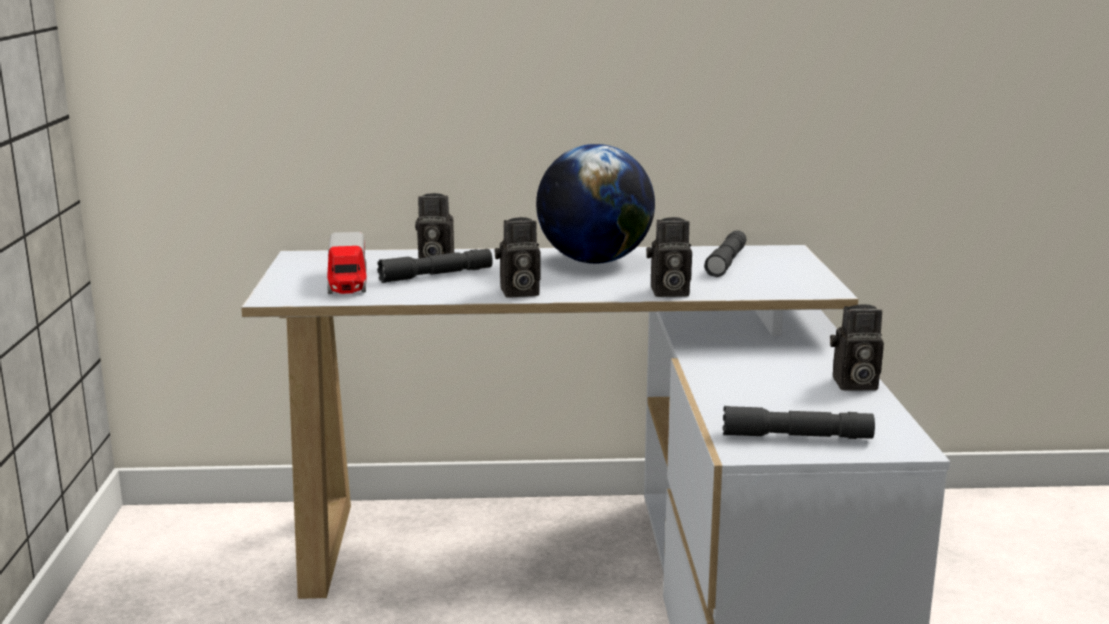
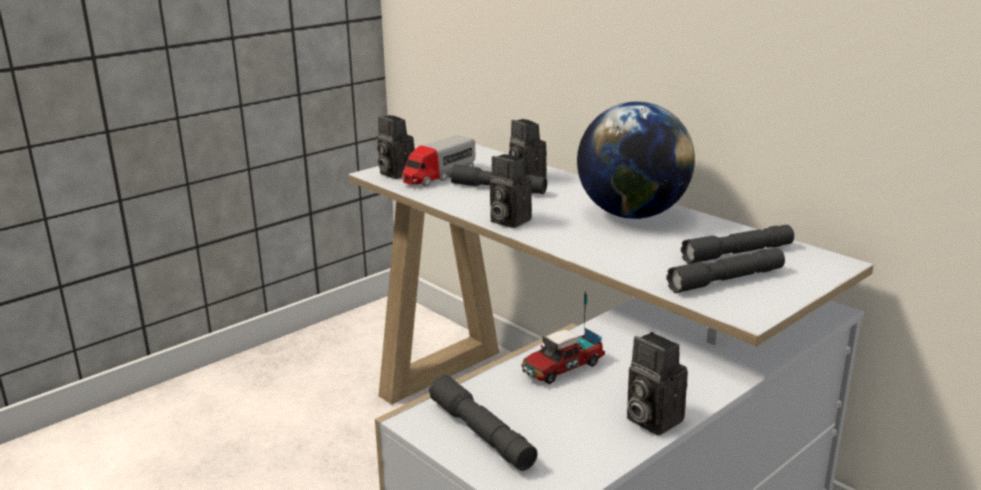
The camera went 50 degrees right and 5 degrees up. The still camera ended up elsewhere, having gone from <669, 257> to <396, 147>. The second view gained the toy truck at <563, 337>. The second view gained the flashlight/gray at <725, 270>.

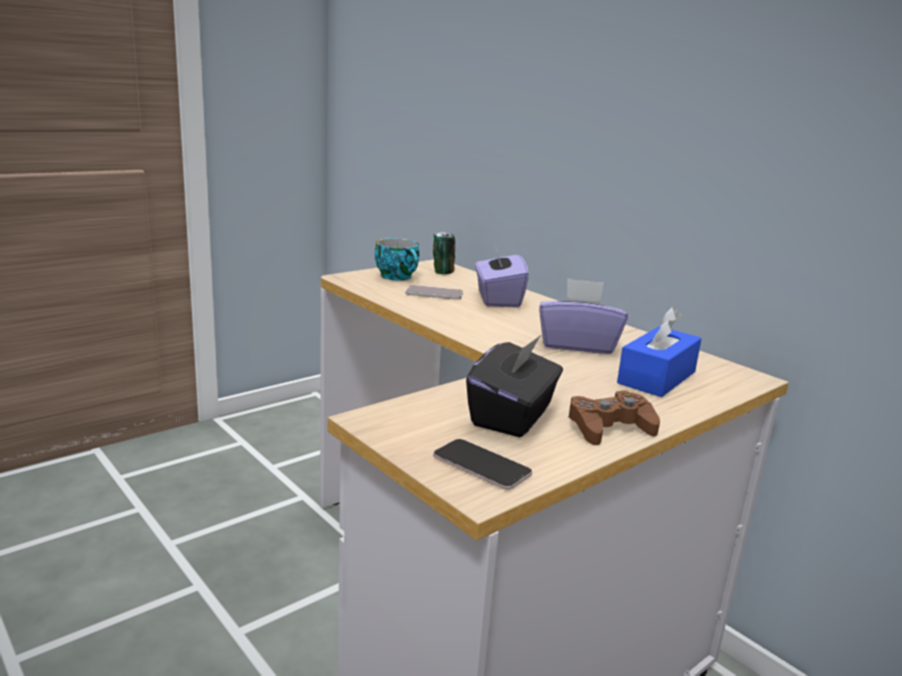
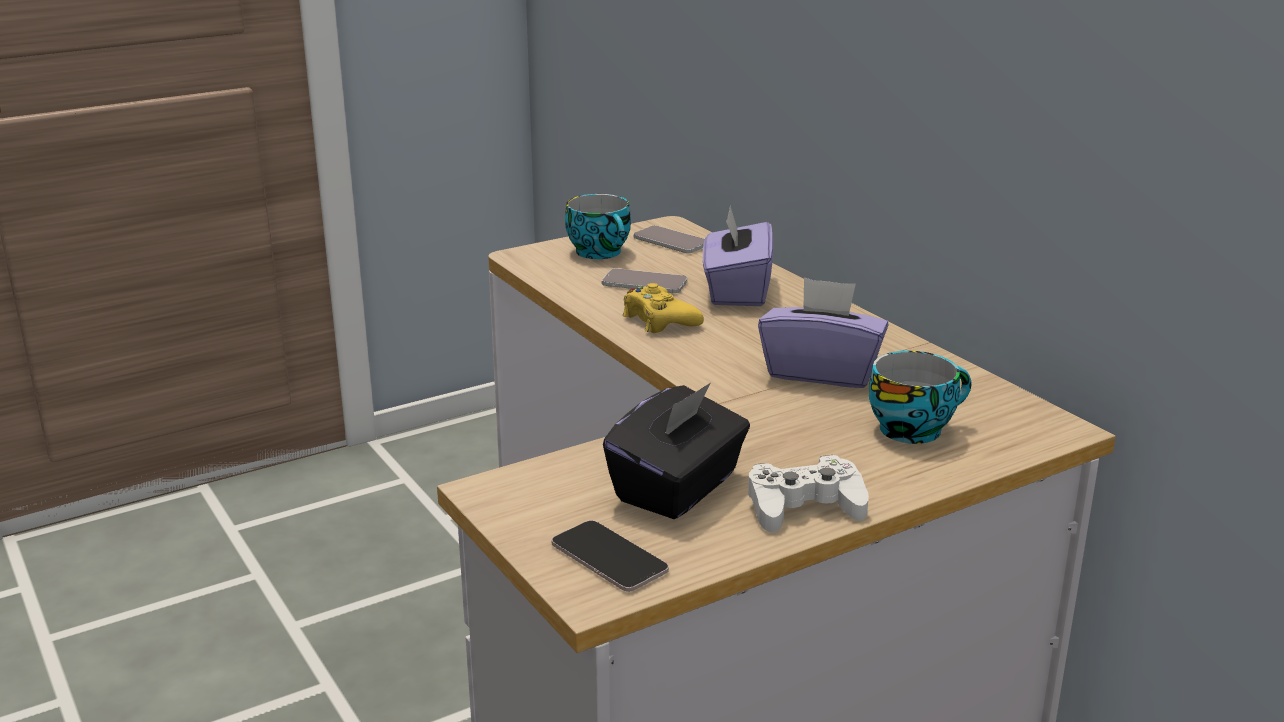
The camera went 10 degrees right and 5 degrees up. The second view gained the game controller/yellow-coloured at <663, 308>. Where the sealed can stood at <444, 253>, the phone came to stand at <669, 239>. What was the game controller/brown at <614, 417> turned into the game controller/white at <808, 493>. Where the tissue holder/blue stood at <659, 352>, the small cup came to stand at <920, 397>.

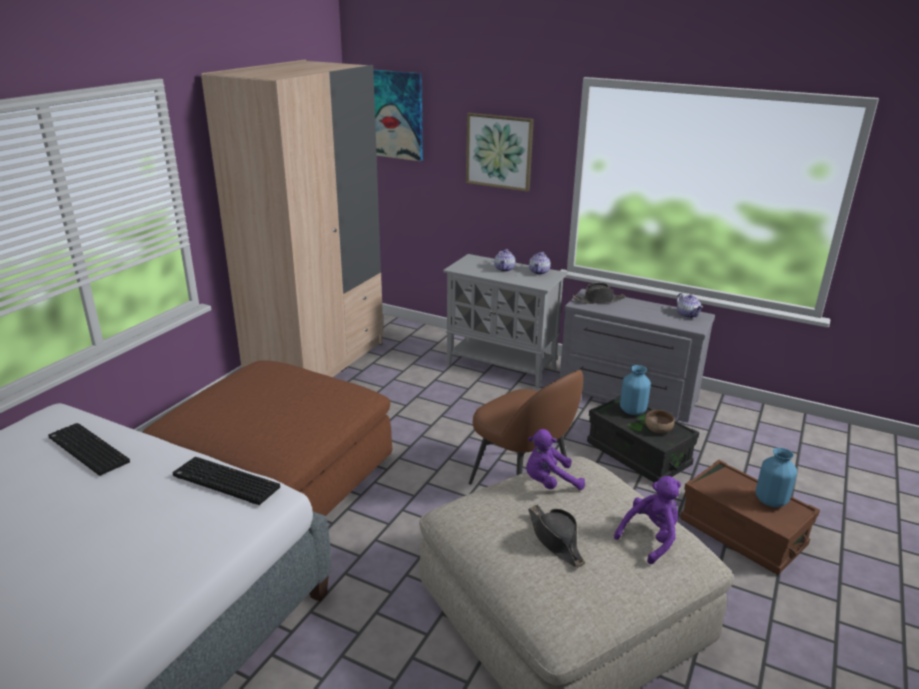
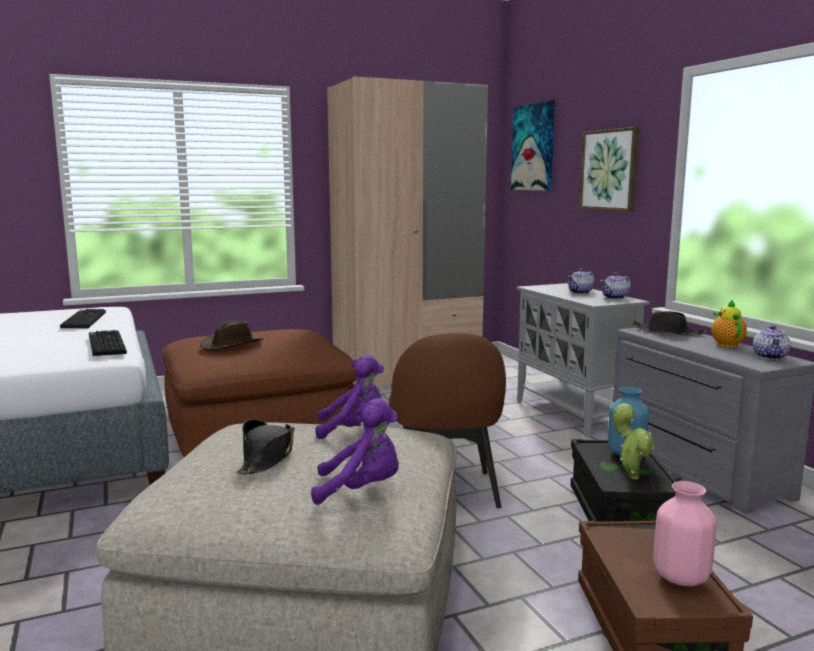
The camera went 40 degrees right and 15 degrees down. The second view gained the hat/brown at <232, 335>. The cuddly toy/purple at <555, 459> ended up facing another way, 150 degrees clockwise from before. Where the deep dish/brown stood at <660, 422>, the potted plant came to stand at <633, 441>. What was the decorative vase/blue at <776, 477> turned into the decorative vase/pink at <685, 533>. The second view gained the teapot at <729, 323>.

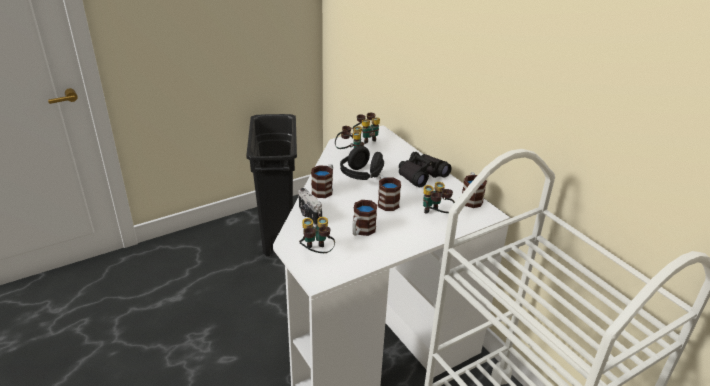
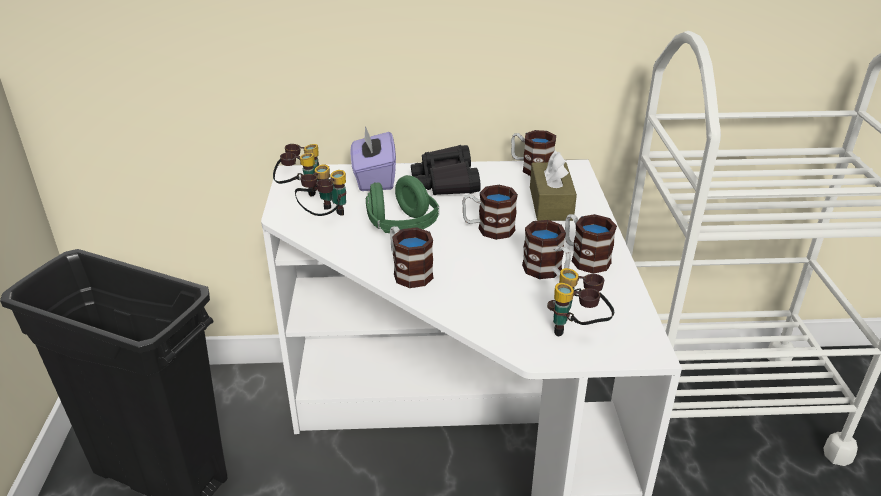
The camera went 60 degrees left and 0 degrees up. The second view gained the tissue holder/purple at <373, 158>. What was the headphones/blackish at <362, 163> turned into the headphones/green-coloured at <403, 204>. Where the binoculars stood at <439, 198>, the tissue holder/brown came to stand at <553, 186>. The second view gained the tea mug at <591, 244>. The second view lost the still camera at <310, 207>.

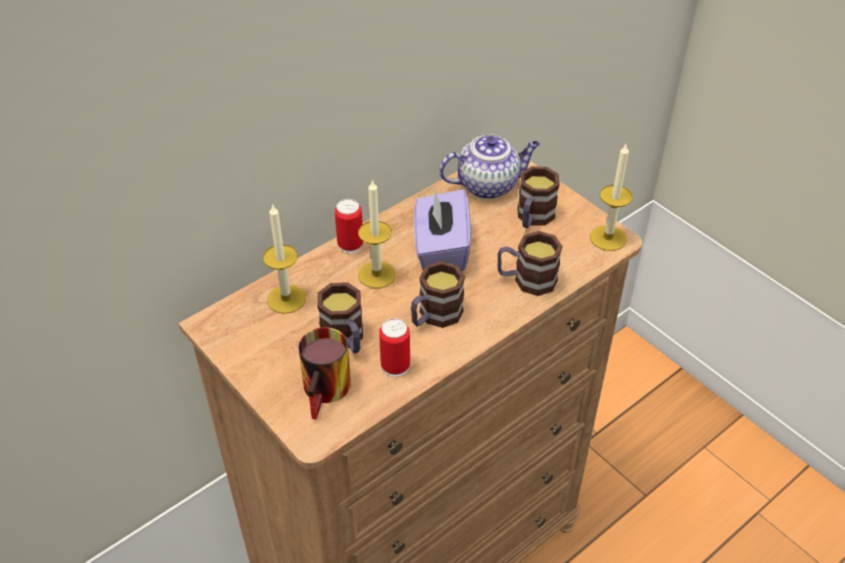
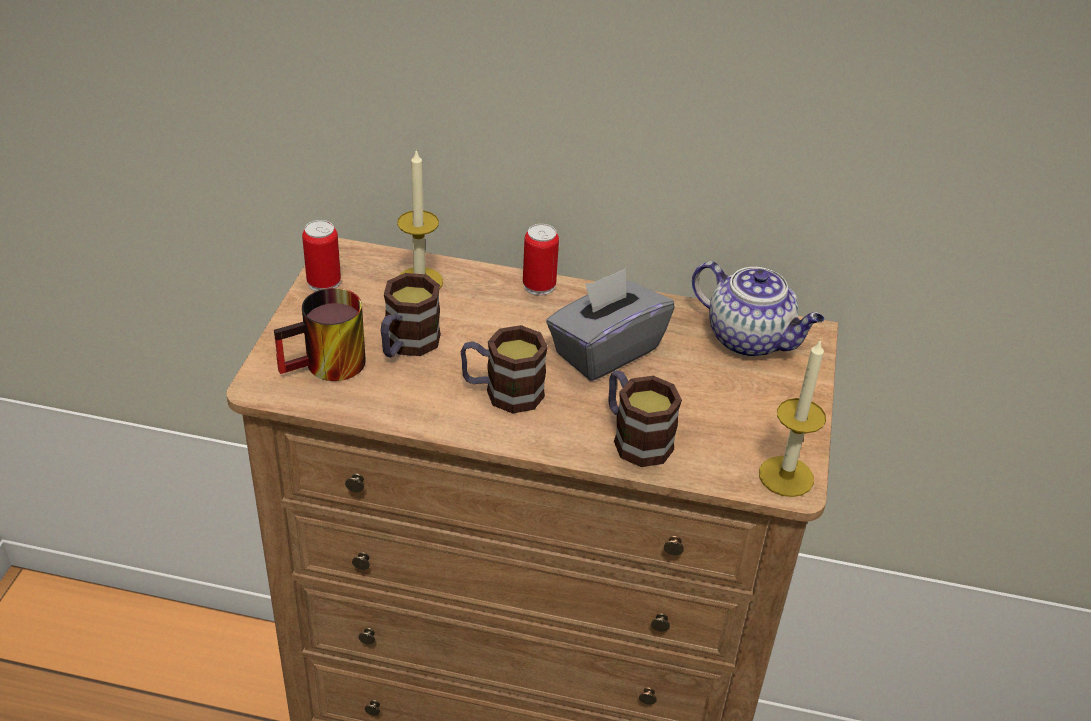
The camera went 50 degrees right and 5 degrees down. The sealed can ended up elsewhere, having gone from <394, 347> to <321, 255>. What was the tissue holder/purple at <442, 230> turned into the tissue holder/gray at <610, 324>. The second view lost the wax candle at <377, 233>. The second view lost the tea mug at <538, 197>.

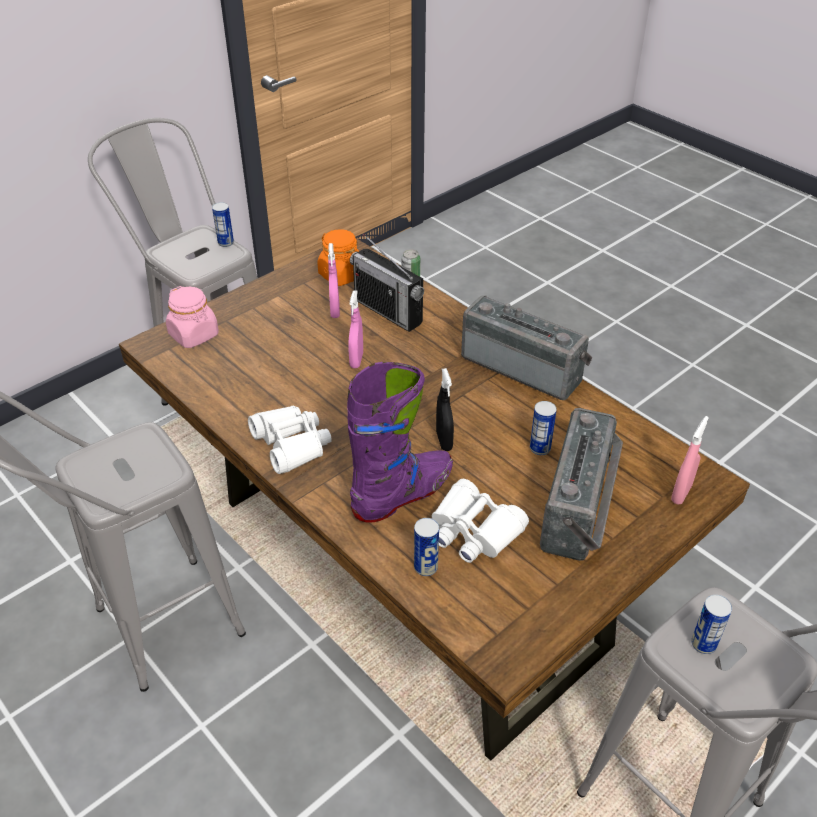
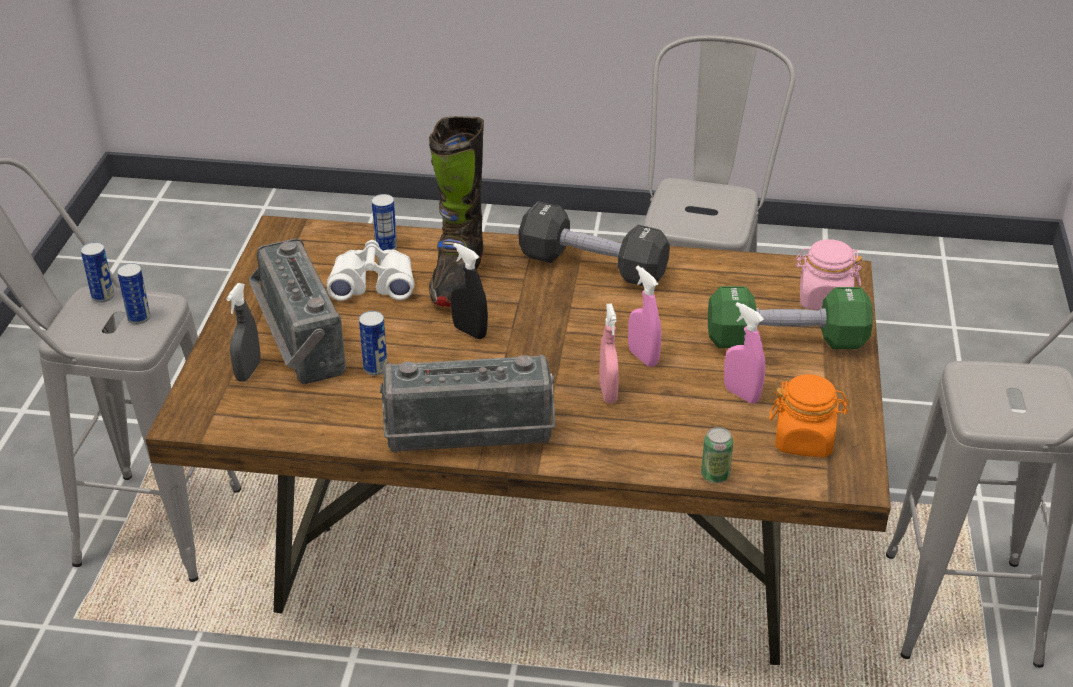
The camera went 140 degrees right and 5 degrees down. The sealed can ended up elsewhere, having gone from <223, 224> to <97, 272>. The second view gained the spray bottle/gray at <243, 332>. What was the tall boot/purple at <400, 442> turned into the tall boot/blackish at <456, 211>. Where the binoculars/white stood at <290, 439>, the dumbbell/blackish came to stand at <594, 243>. The spray bottle/pink ended up elsewhere, having gone from <690, 460> to <609, 353>. The second view gained the dumbbell/green-coloured at <790, 317>. The second view lost the radio at <387, 283>.

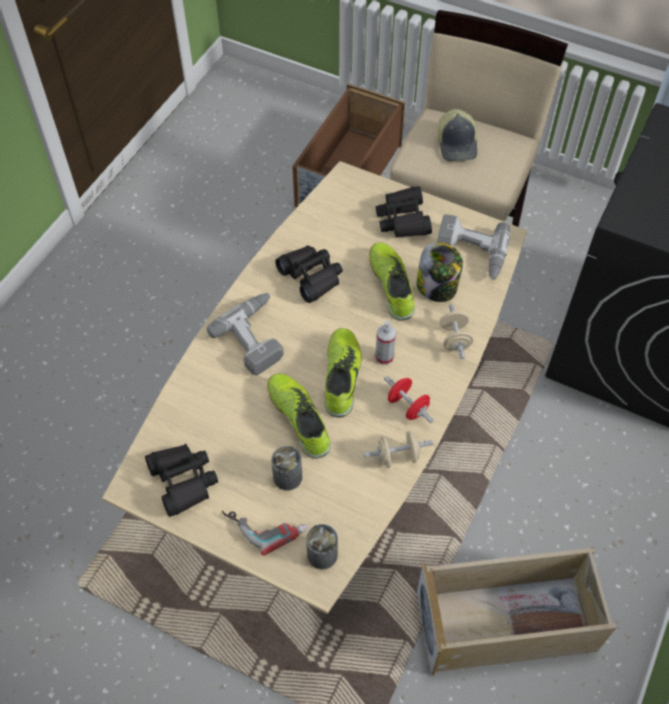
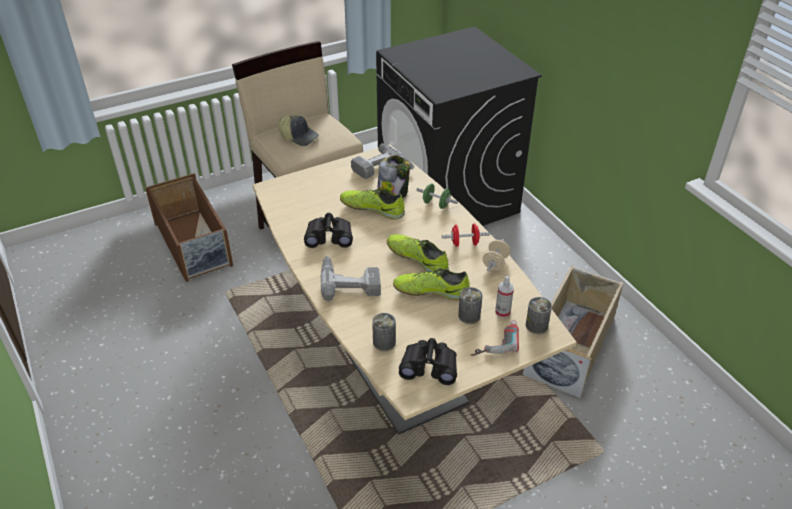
The camera went 55 degrees left and 15 degrees down. The second view gained the sealed can at <384, 332>. What was the dumbbell/beige-coloured at <456, 331> turned into the dumbbell/green-coloured at <437, 196>. The spray bottle ended up elsewhere, having gone from <385, 343> to <504, 297>. The second view lost the binoculars/blackish at <404, 212>.

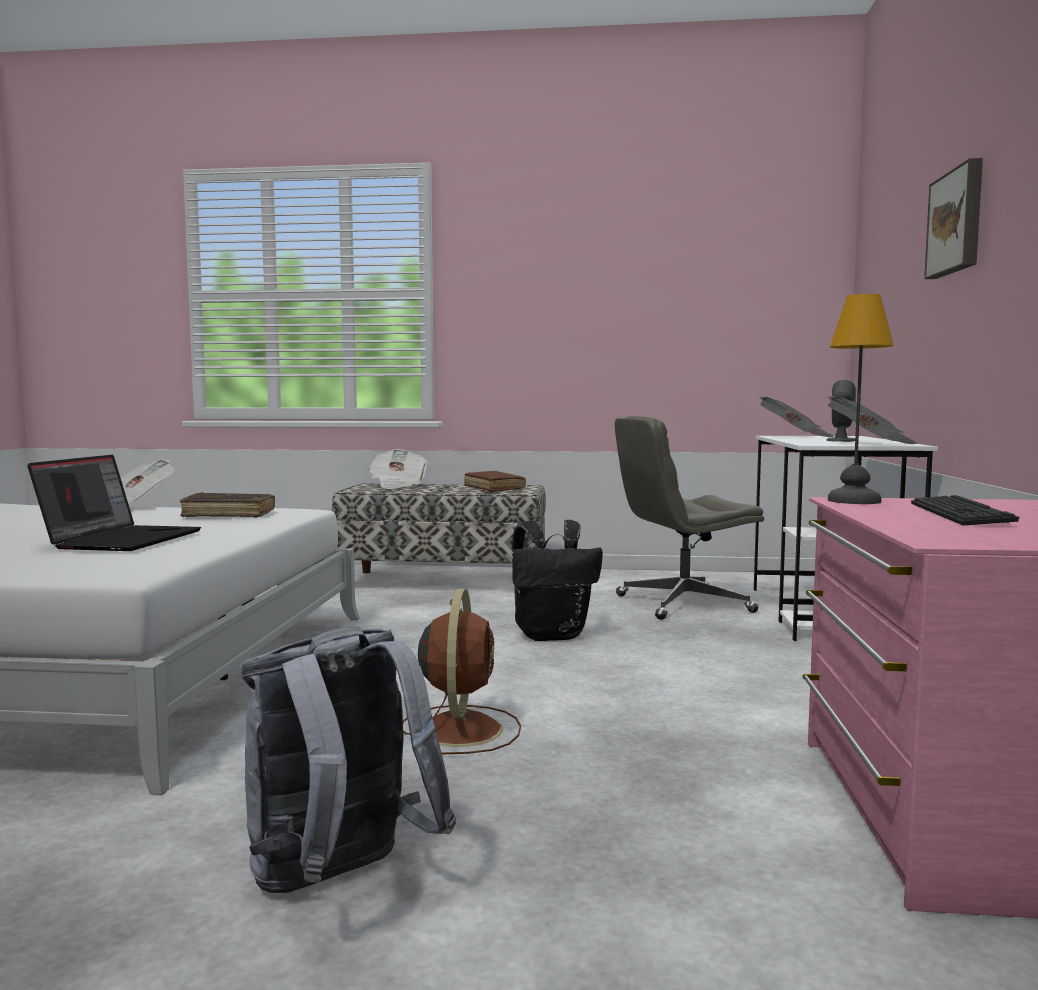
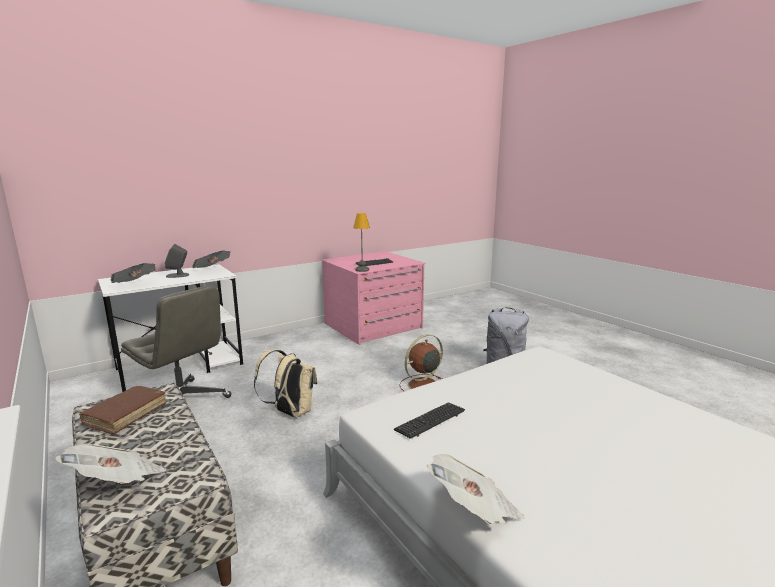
The camera went 130 degrees left and 10 degrees up. What was the rucksack/blackish at <557, 580> turned into the rucksack/beige-coloured at <285, 383>. Where the bound book/brown stood at <227, 505>, the computer keyboard came to stand at <429, 420>. The second view lost the laptop at <114, 503>. The second view lost the wall picture at <953, 218>.

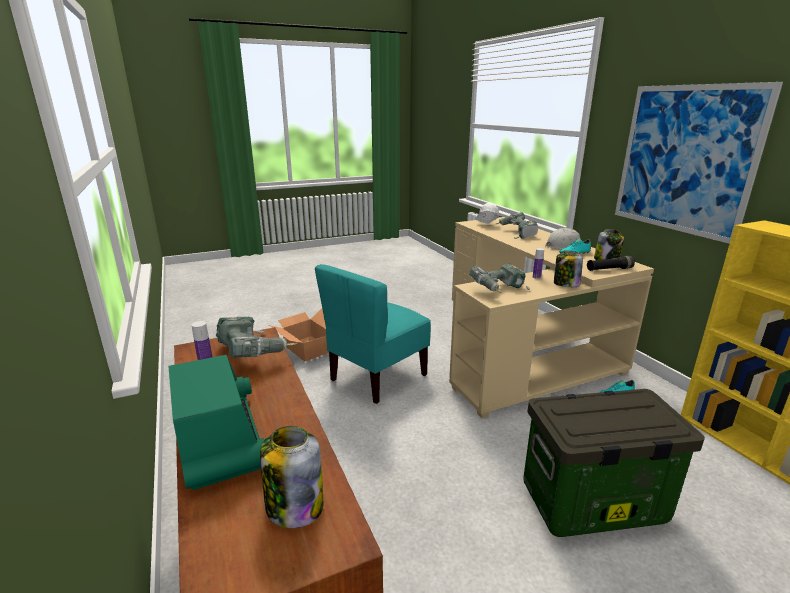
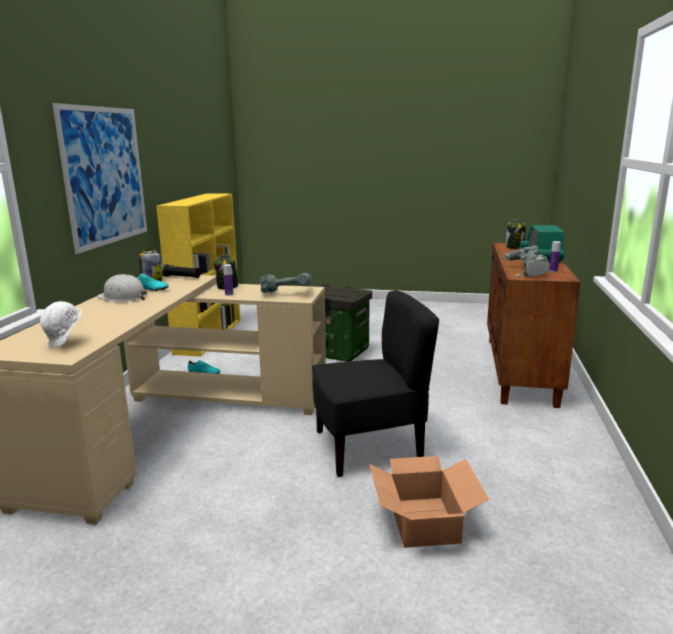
The camera went 145 degrees left and 5 degrees down. What was the plain chair/turquoise at <373, 334> turned into the plain chair/blackish at <375, 384>. The second view lost the power drill at <517, 225>.

